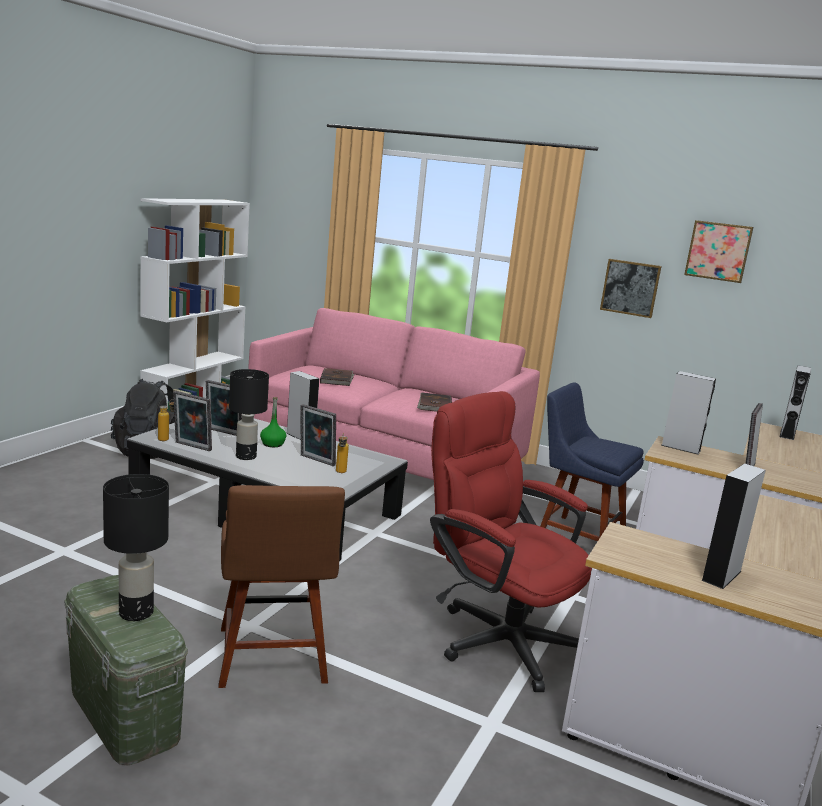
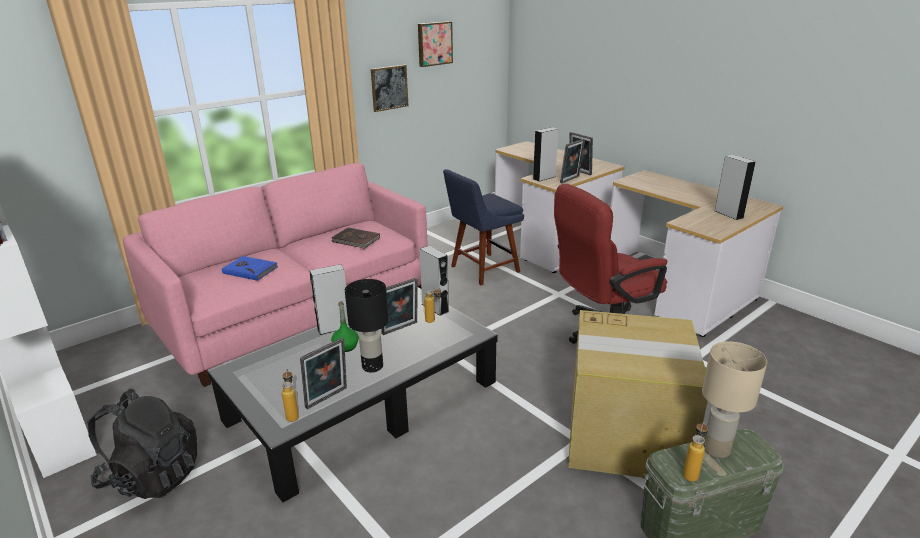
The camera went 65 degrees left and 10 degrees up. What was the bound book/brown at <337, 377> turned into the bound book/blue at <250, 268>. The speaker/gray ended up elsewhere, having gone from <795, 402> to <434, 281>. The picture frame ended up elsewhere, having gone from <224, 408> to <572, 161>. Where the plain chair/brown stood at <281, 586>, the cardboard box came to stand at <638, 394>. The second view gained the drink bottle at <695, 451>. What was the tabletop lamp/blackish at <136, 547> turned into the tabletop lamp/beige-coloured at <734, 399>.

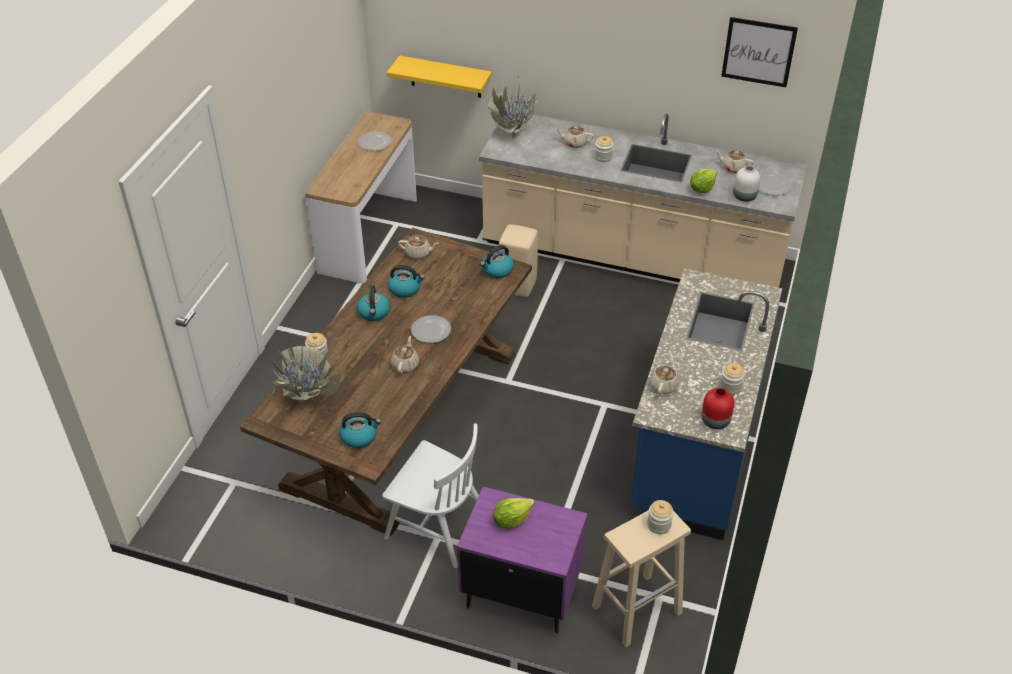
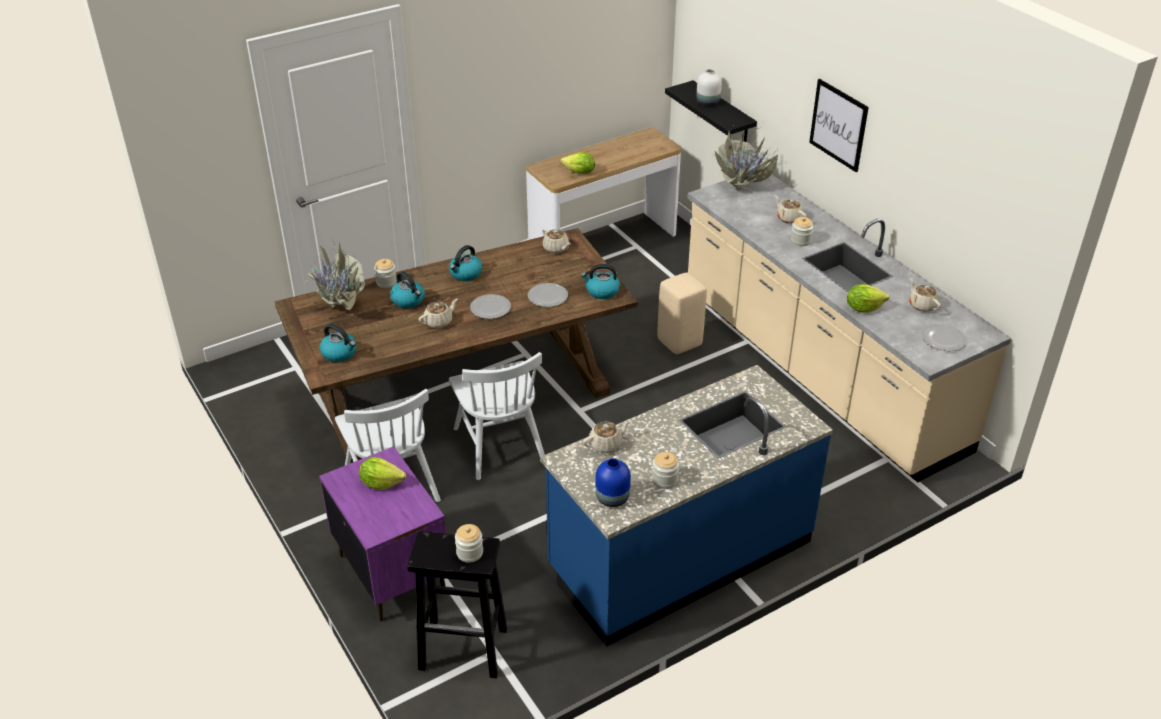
The camera went 40 degrees right and 5 degrees down. The kettle ended up elsewhere, having gone from <406, 281> to <407, 289>. What was the stool seat/beige-coloured at <641, 578> turned into the stool seat/blackish at <457, 604>. The second view gained the plain chair/white at <497, 416>. The plate ended up elsewhere, having gone from <375, 141> to <548, 295>. The second view gained the lettuce at <578, 163>. What was the decorative vase/red at <717, 408> turned into the decorative vase/blue at <613, 482>. What was the bracket shelf/yellow-coloured at <439, 76> turned into the bracket shelf/blackish at <711, 111>. The decorative vase/white ended up elsewhere, having gone from <747, 183> to <709, 87>. The wall picture ended up elsewhere, having gone from <759, 52> to <839, 125>.

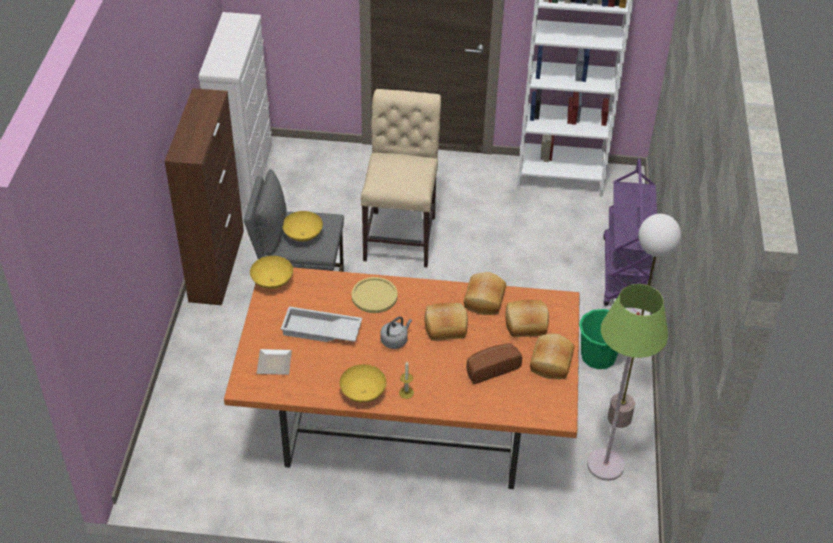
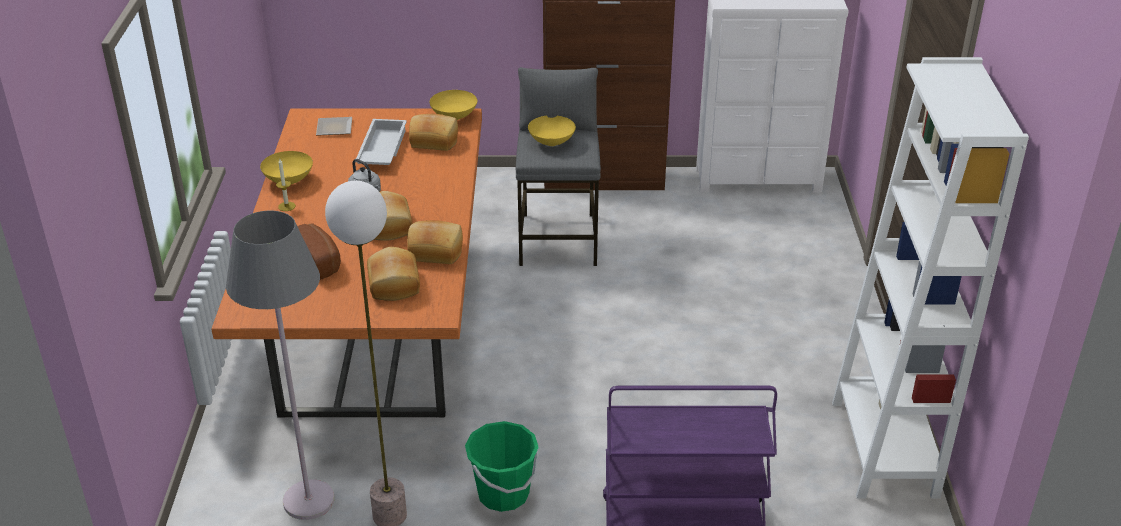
The camera went 85 degrees right and 10 degrees down. What was the floor lamp/green-coloured at <627, 382> turned into the floor lamp/gray at <280, 365>. The bread ended up elsewhere, having gone from <552, 356> to <433, 132>. The second view lost the plate/yellow-coloured at <375, 295>. The second view lost the plain chair/beige-coloured at <401, 178>.

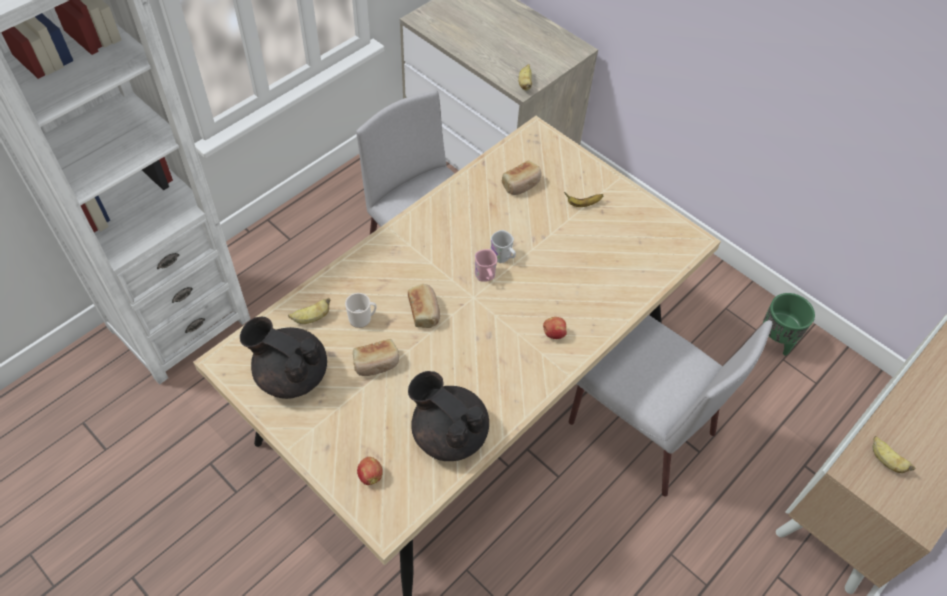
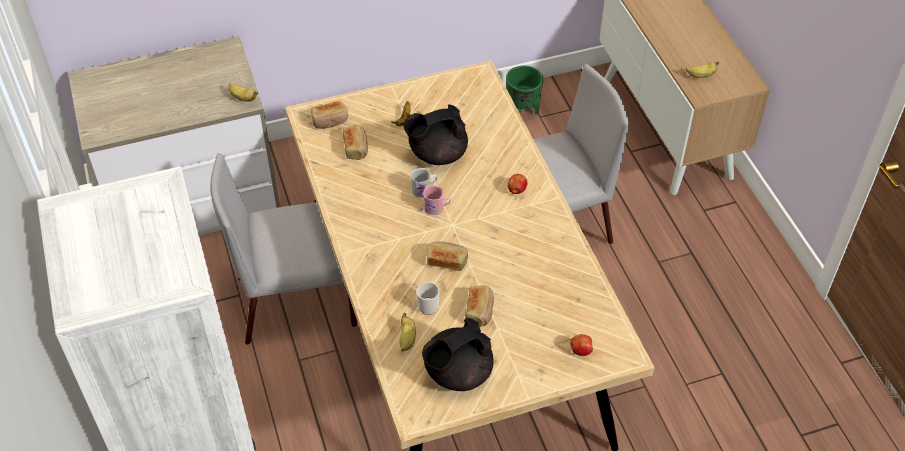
The camera went 60 degrees left and 5 degrees down. The second view gained the bread at <329, 115>. The teapot/blackish ended up elsewhere, having gone from <448, 416> to <435, 134>.

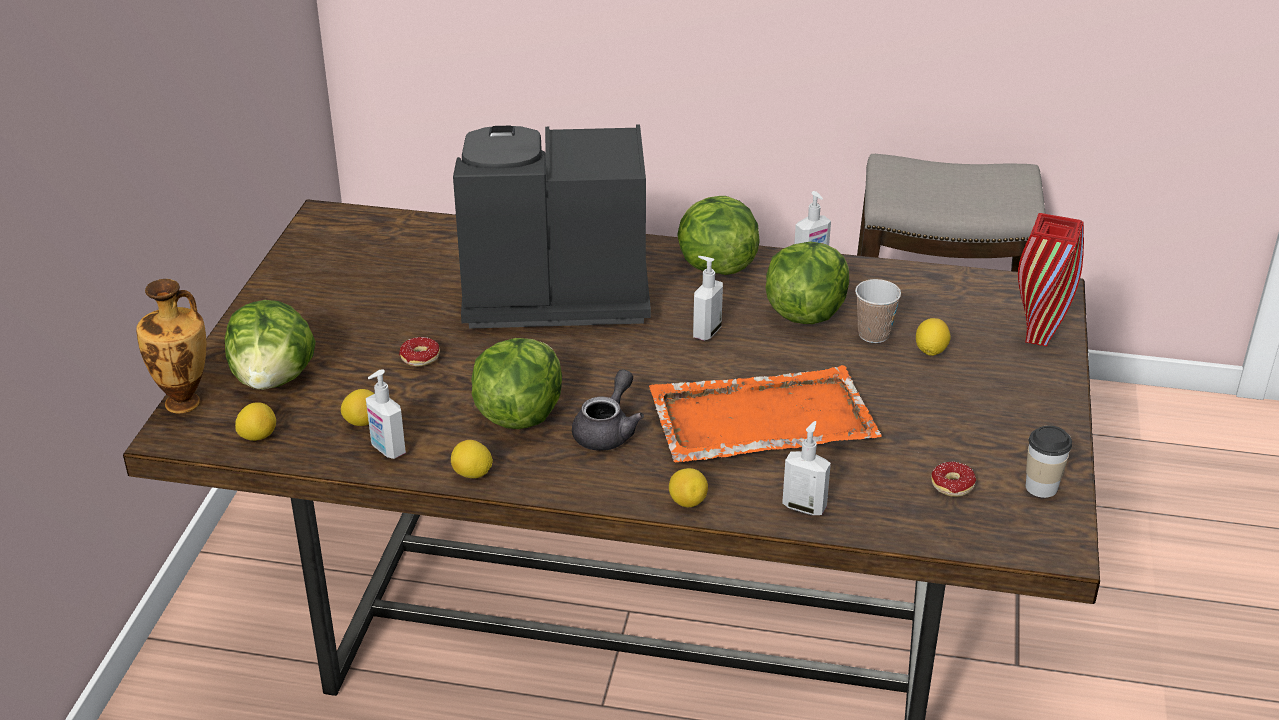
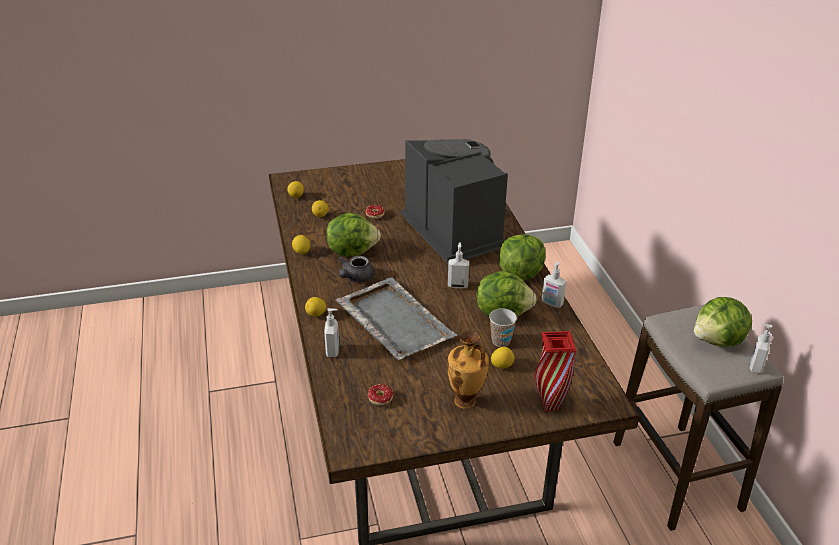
The camera went 65 degrees right and 0 degrees up. What was the serving tray/orange at <765, 413> turned into the serving tray/gray at <396, 318>. The teapot/gray at <608, 410> ended up facing another way, 120 degrees clockwise from before. The decorative vase ended up elsewhere, having gone from <171, 346> to <468, 369>. The lettuce ended up elsewhere, having gone from <270, 345> to <723, 322>. The soap dispenser ended up elsewhere, having gone from <386, 414> to <761, 349>. The second view lost the small cup at <1049, 461>.

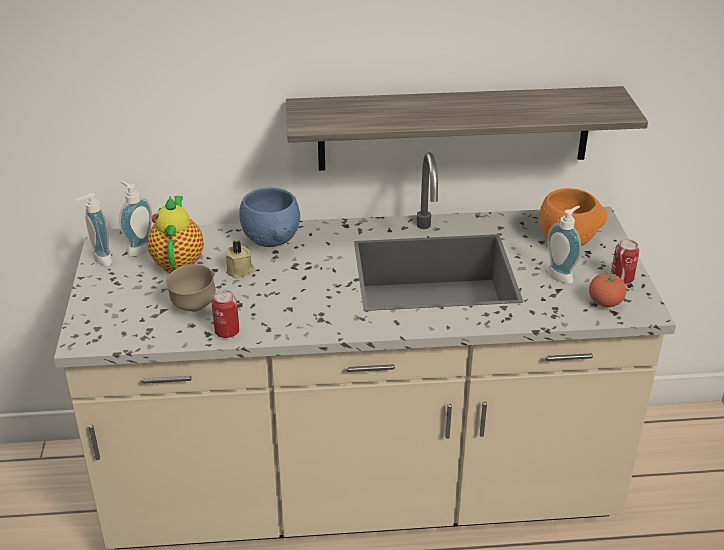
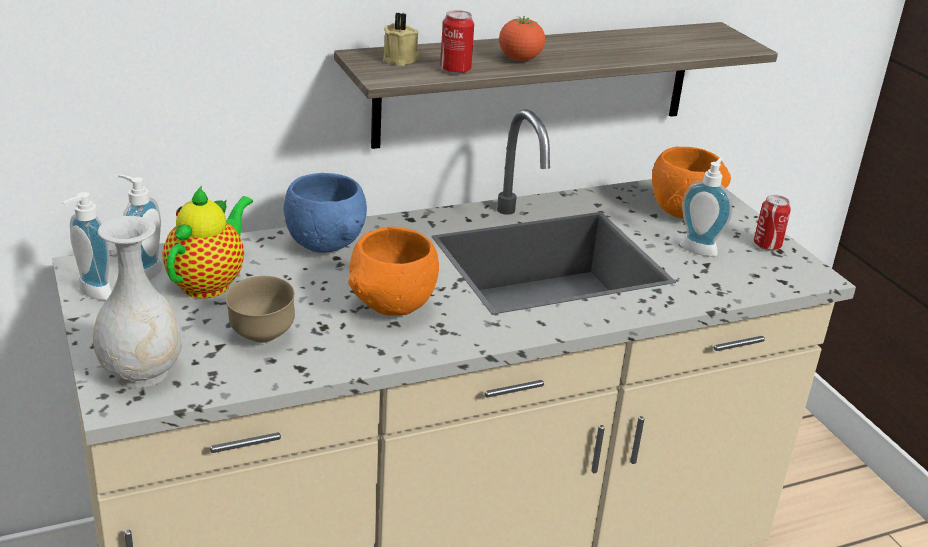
The camera went 20 degrees left and 5 degrees down. The second view gained the decorative vase/white at <138, 302>. The teapot at <175, 234> ended up facing another way, 45 degrees clockwise from before. The second view gained the deep dish/orange at <393, 271>. The wax candle/beige-coloured ended up elsewhere, having gone from <240, 260> to <401, 39>. The sealed can ended up elsewhere, having gone from <226, 314> to <457, 42>. The whole tomato ended up elsewhere, having gone from <607, 289> to <522, 38>.

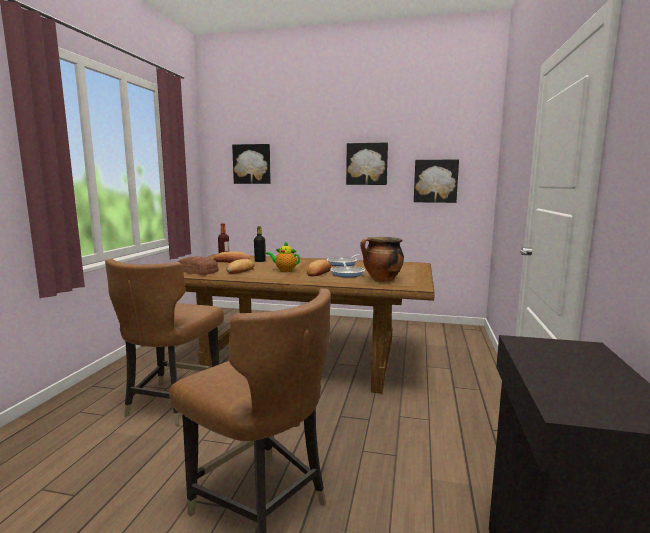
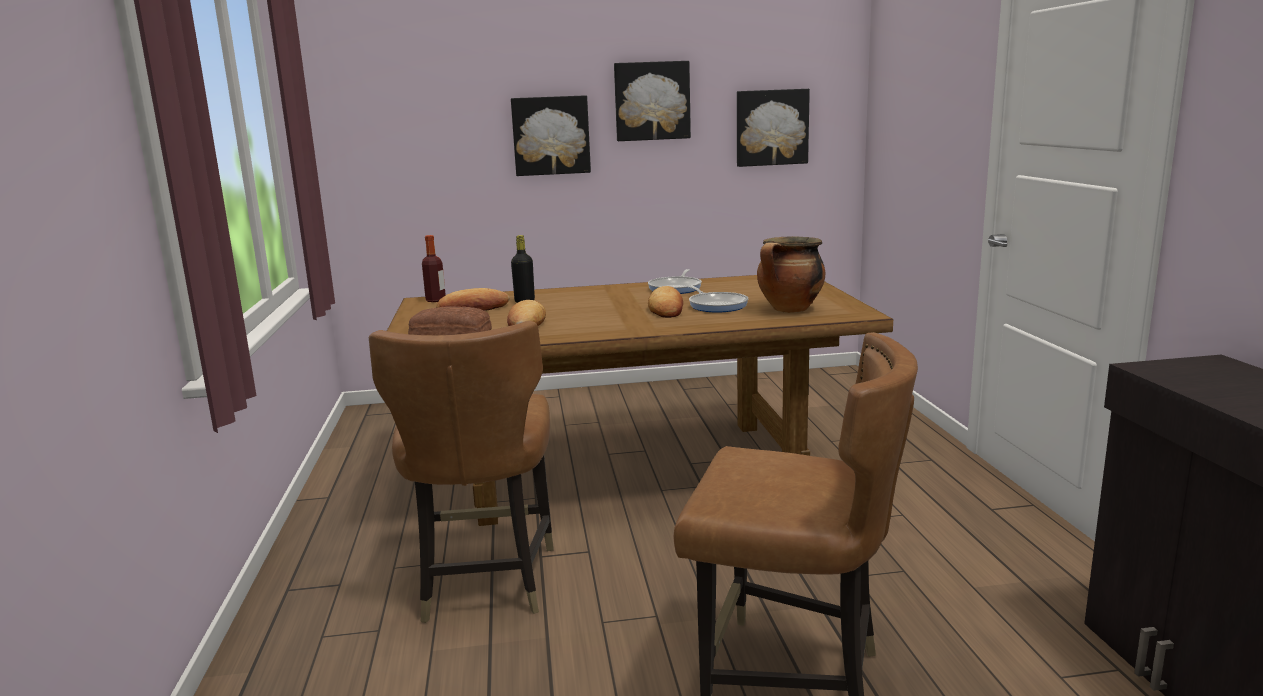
The camera went 20 degrees left and 5 degrees up. The wall picture ended up elsewhere, having gone from <251, 164> to <551, 135>. The second view lost the teapot at <283, 256>.

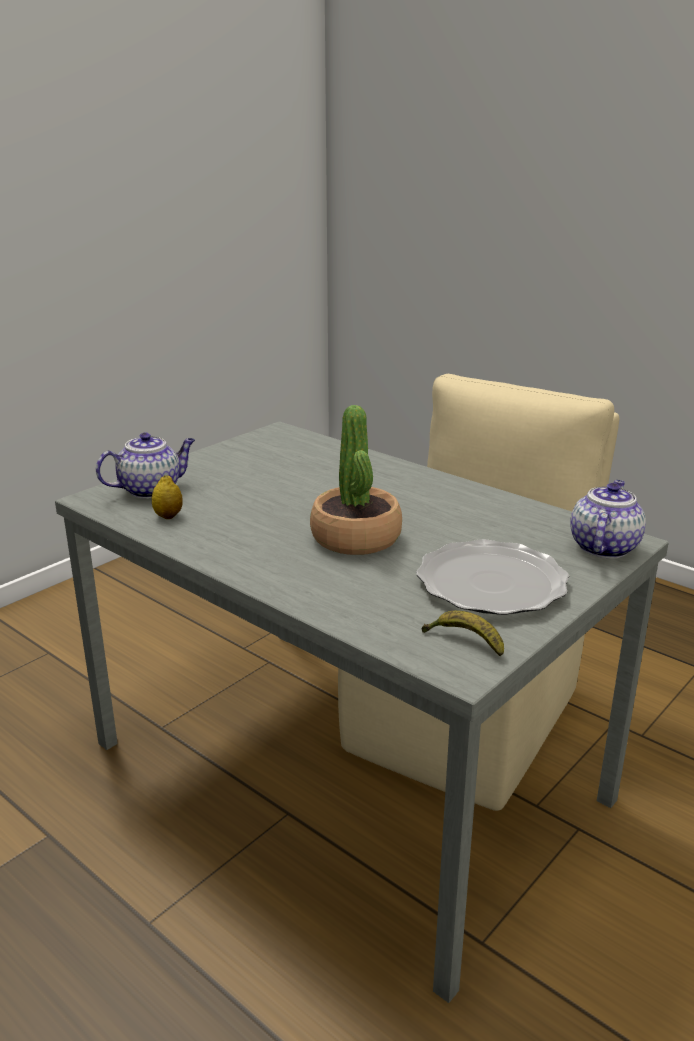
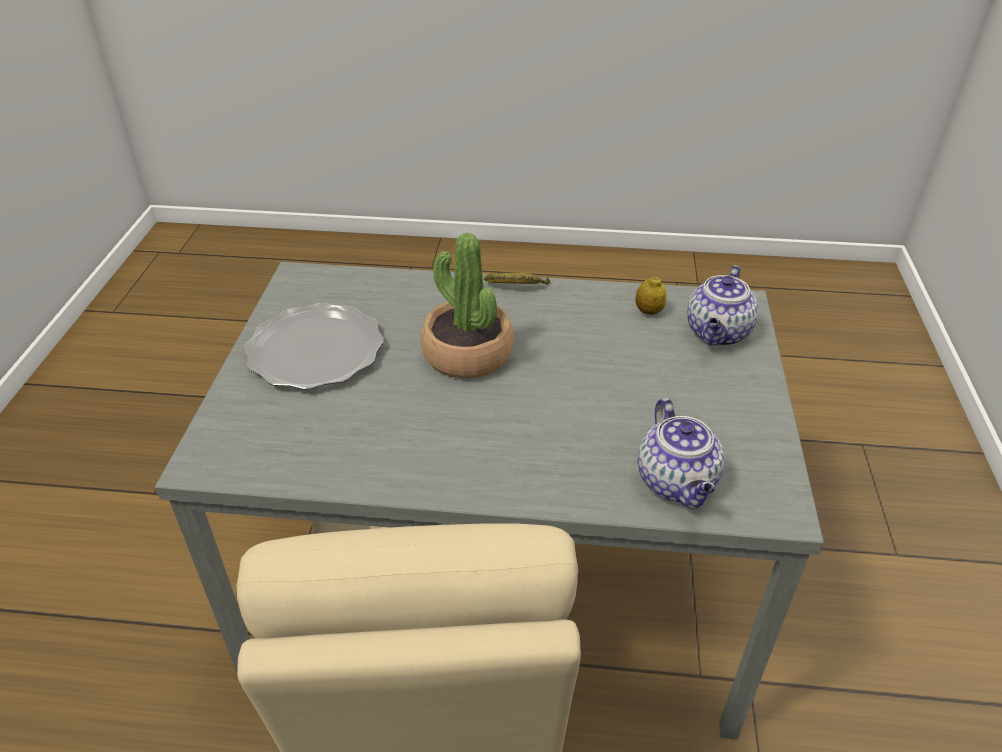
The camera went 145 degrees right and 15 degrees up. The banana fruit ended up elsewhere, having gone from <462, 634> to <517, 279>. The teapot ended up elsewhere, having gone from <608, 519> to <681, 453>.

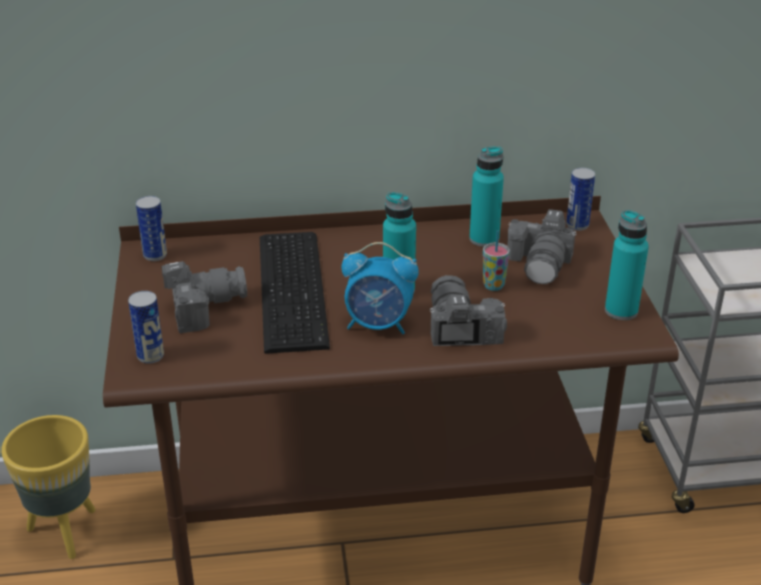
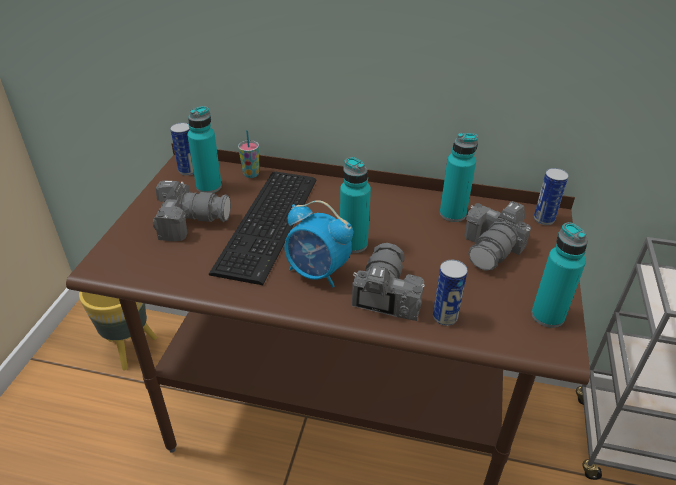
The camera went 20 degrees right and 5 degrees up. The second view gained the drink bottle/turquoise at <204, 149>. The small cup ended up elsewhere, having gone from <496, 260> to <249, 154>. The sealed can ended up elsewhere, having gone from <146, 327> to <450, 293>.

